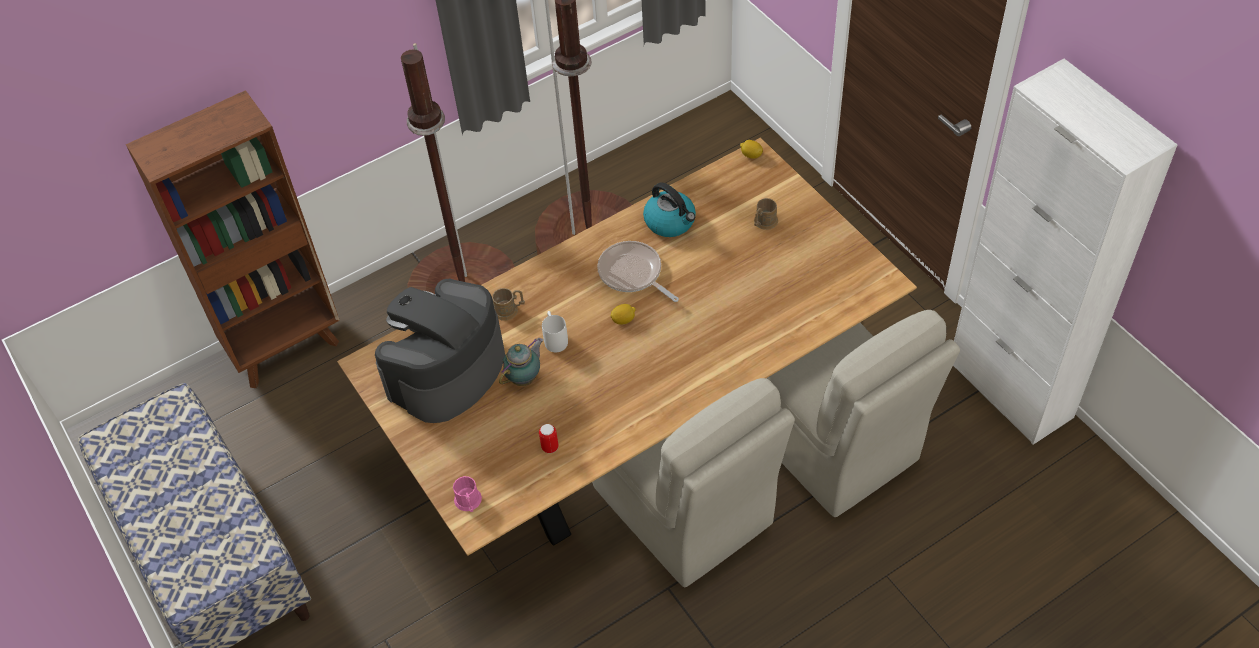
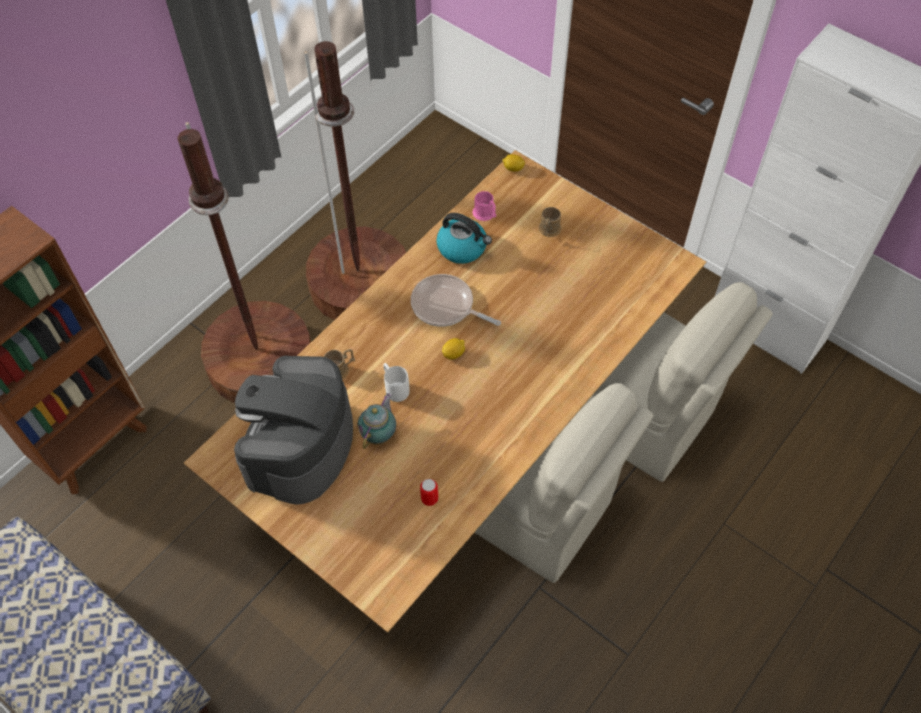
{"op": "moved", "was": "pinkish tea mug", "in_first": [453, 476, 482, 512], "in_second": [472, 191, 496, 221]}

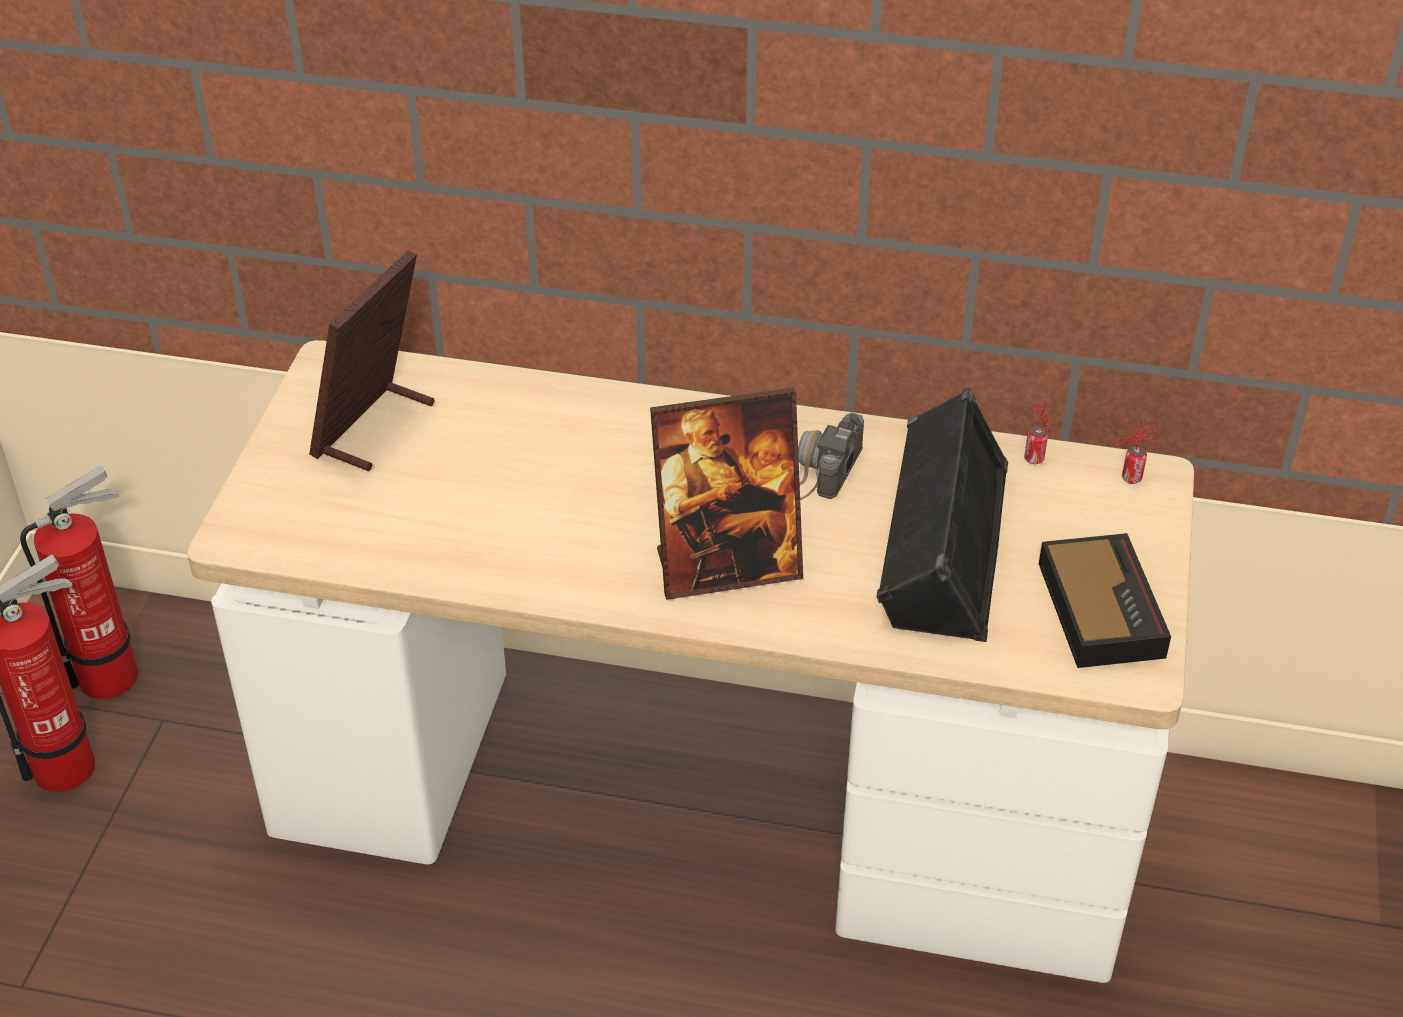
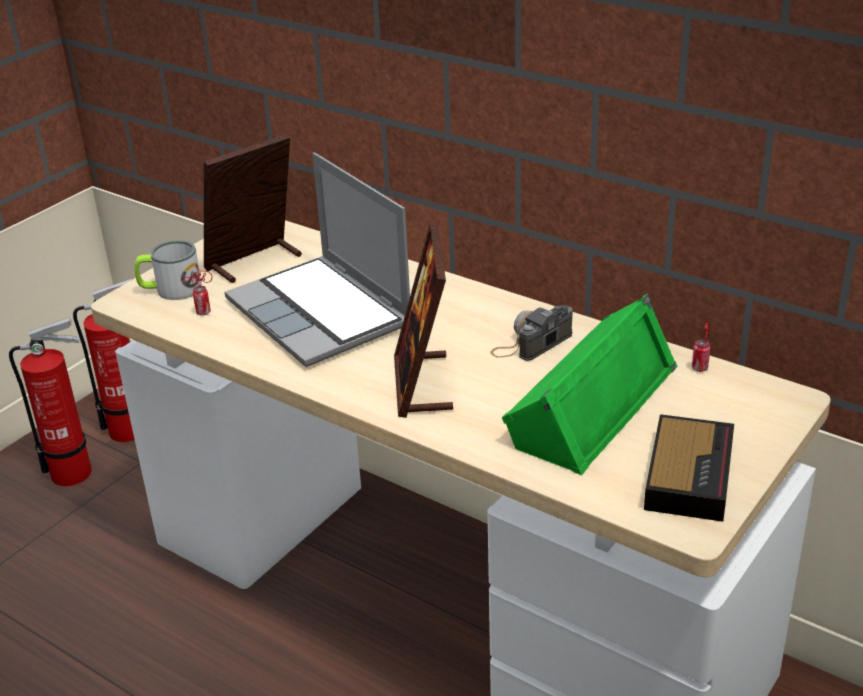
{"op": "added", "now": "tea mug", "in_second": [135, 240, 202, 300]}
{"op": "moved", "was": "sealed can", "in_first": [1114, 419, 1158, 484], "in_second": [181, 264, 212, 316]}
{"op": "added", "now": "portable computer", "in_second": [224, 152, 410, 367]}
{"op": "turned", "was": "photo frame", "in_first": [650, 388, 803, 600], "in_second": [394, 224, 453, 418], "clockwise": 75}
{"op": "recoloured", "was": "blackish audio speaker", "now": "greenish audio speaker", "in_first": [876, 387, 1008, 642], "in_second": [502, 294, 678, 475]}

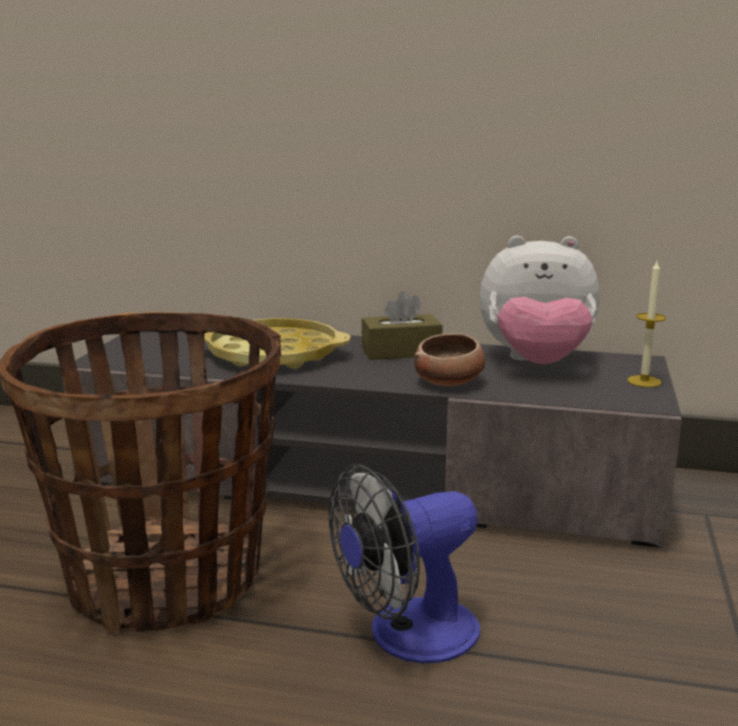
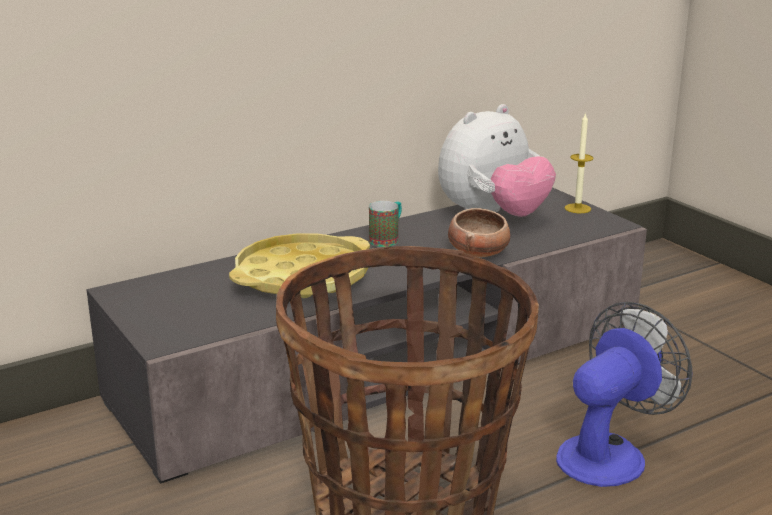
{"op": "replaced", "was": "brown tissue box", "now": "tea mug", "in_first": [362, 291, 443, 360], "in_second": [369, 201, 402, 247]}
{"op": "turned", "was": "electric fan", "in_first": [329, 465, 480, 663], "in_second": [556, 302, 692, 487], "clockwise": -150}

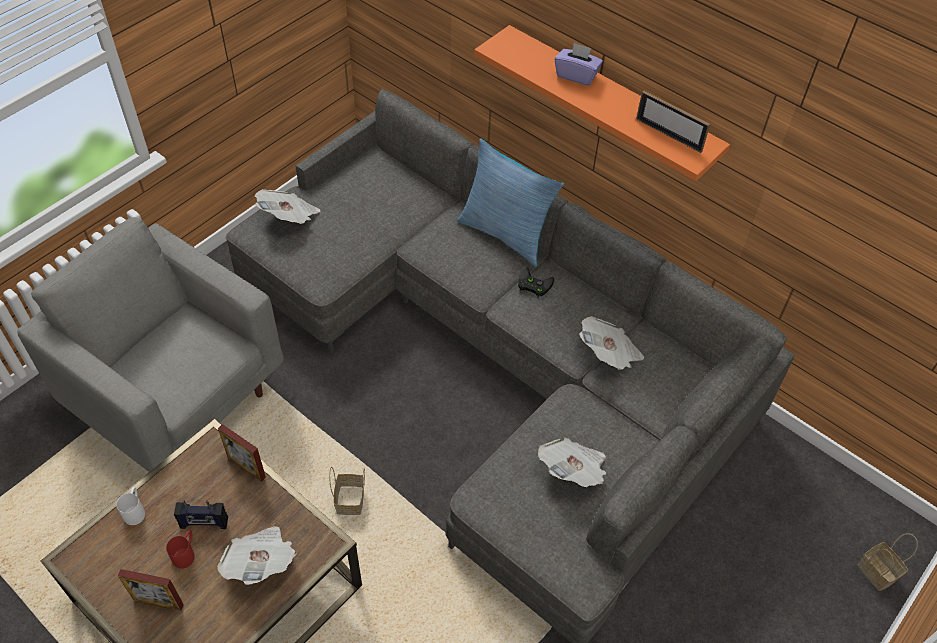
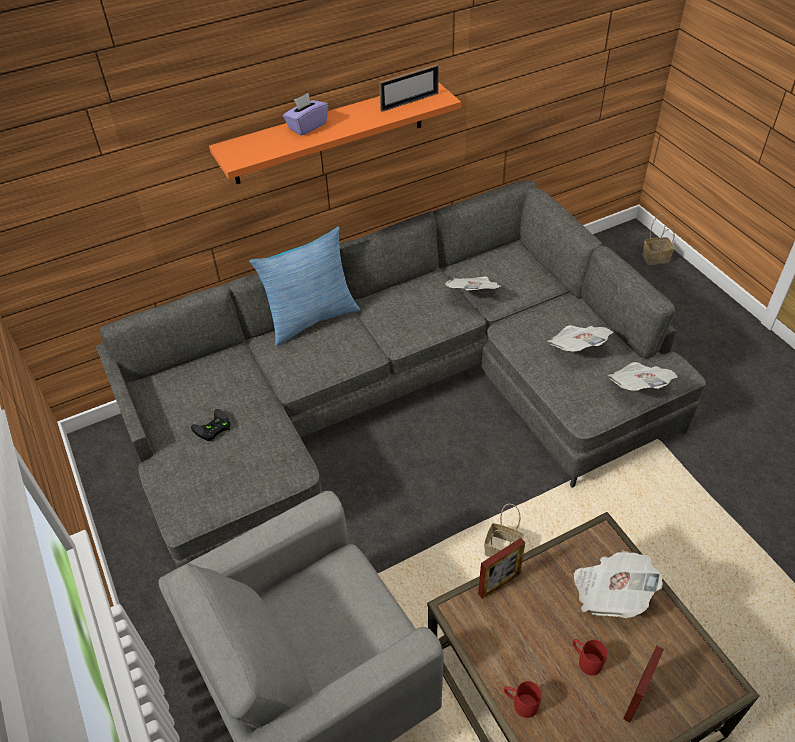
{"op": "moved", "was": "blackish gamepad", "in_first": [518, 268, 554, 298], "in_second": [191, 409, 230, 442]}
{"op": "recoloured", "was": "white tea mug", "now": "red tea mug", "in_first": [116, 487, 145, 525], "in_second": [504, 681, 542, 718]}
{"op": "moved", "was": "daily paper", "in_first": [255, 189, 320, 224], "in_second": [607, 362, 678, 391]}
{"op": "removed", "was": "radio receiver", "in_first": [174, 500, 228, 529]}

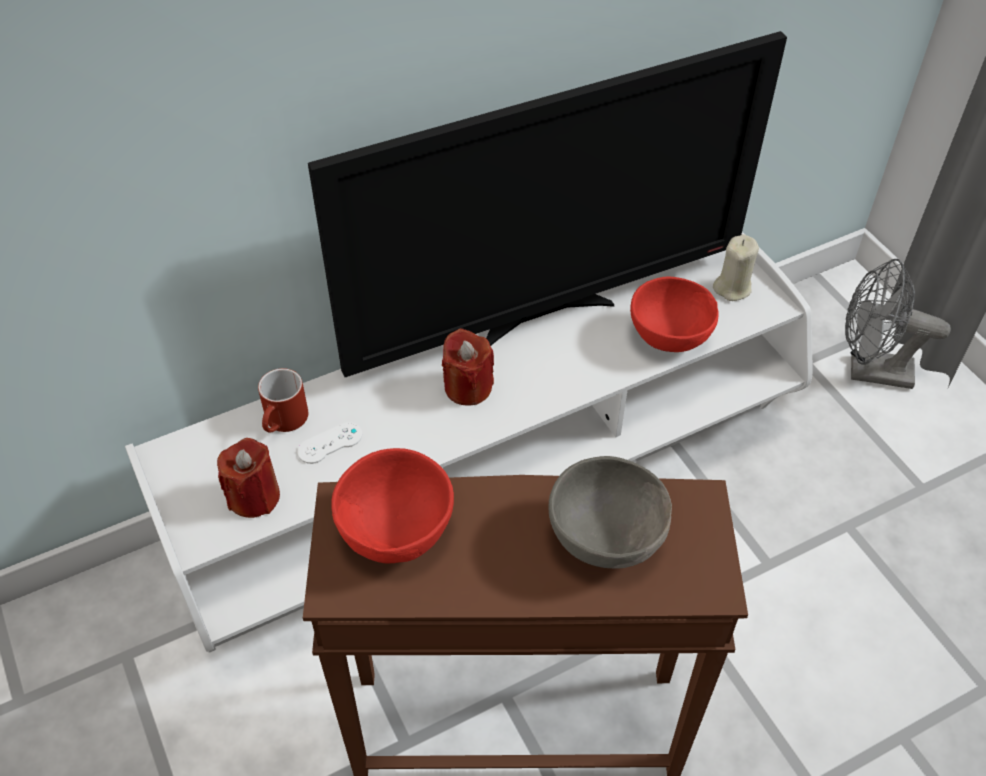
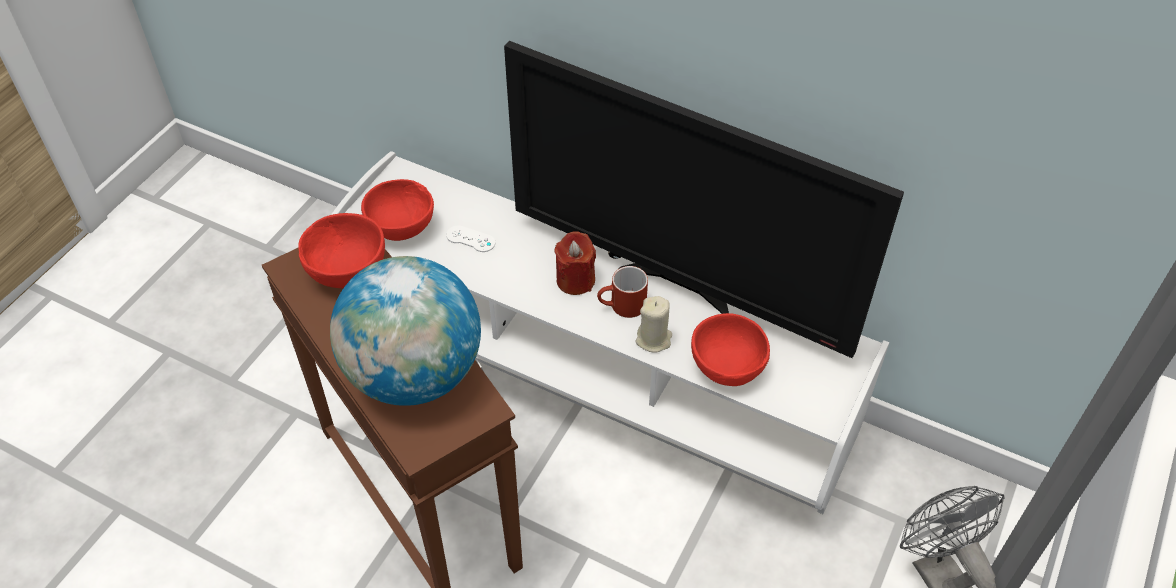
{"op": "replaced", "was": "gray serving bowl", "now": "globe", "in_first": [549, 456, 672, 568], "in_second": [330, 256, 481, 406]}
{"op": "replaced", "was": "red wax candle", "now": "red serving bowl", "in_first": [217, 438, 280, 518], "in_second": [361, 179, 434, 241]}
{"op": "moved", "was": "red tea mug", "in_first": [258, 368, 308, 433], "in_second": [597, 266, 648, 318]}
{"op": "moved", "was": "sand-coloured wax candle", "in_first": [713, 234, 759, 301], "in_second": [635, 296, 672, 353]}

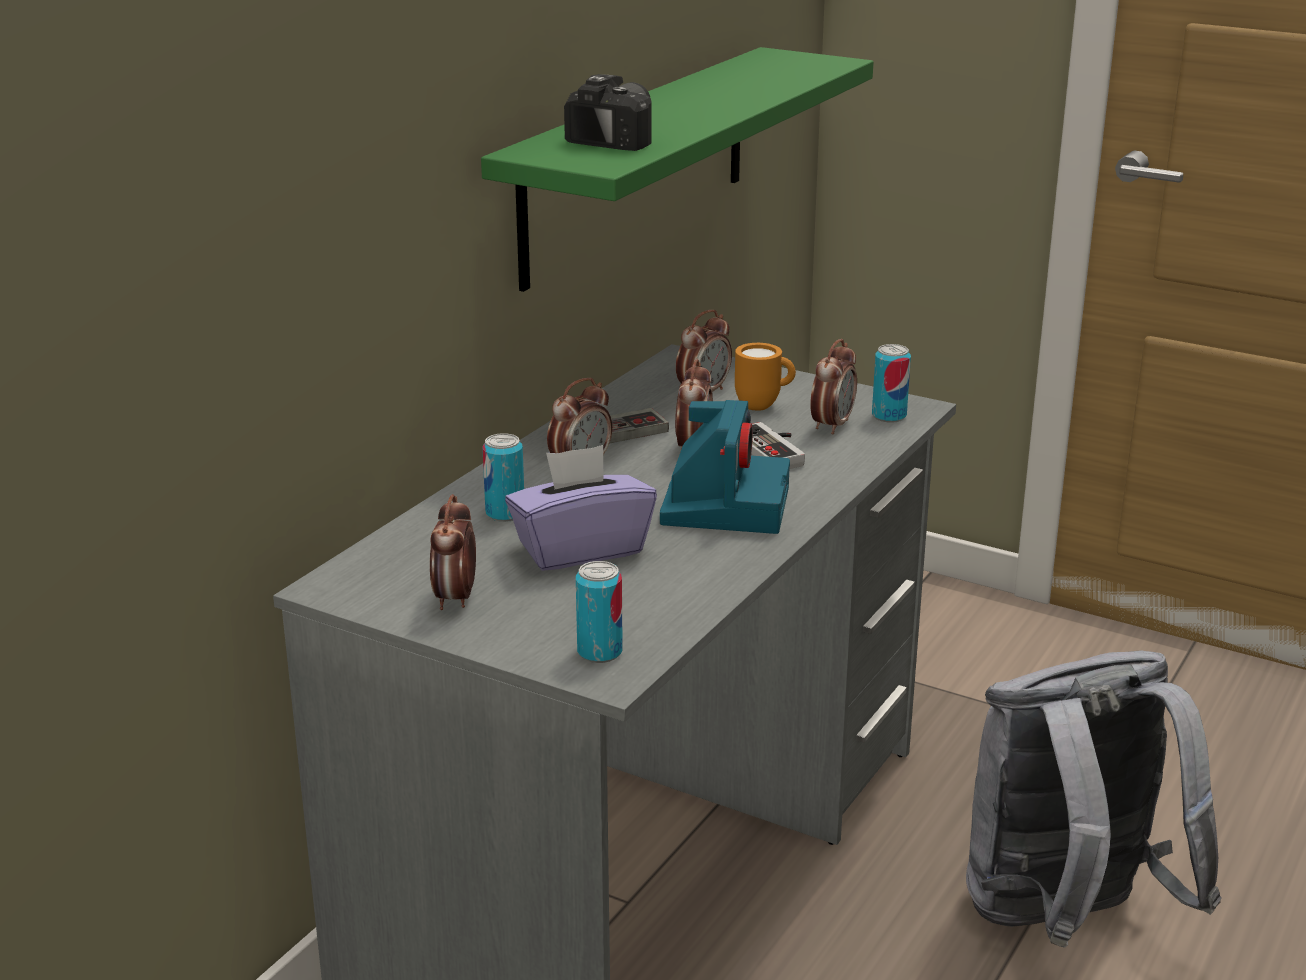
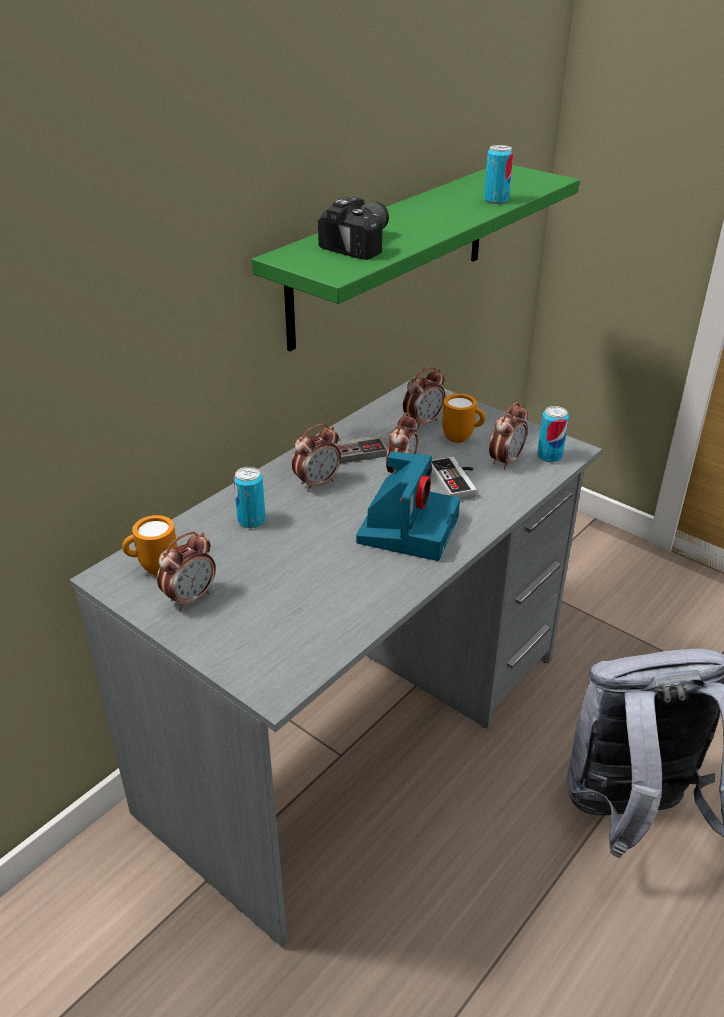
{"op": "added", "now": "orangey tea mug", "in_second": [122, 515, 177, 575]}
{"op": "turned", "was": "bedside clock", "in_first": [430, 494, 476, 610], "in_second": [157, 531, 216, 611], "clockwise": -150}
{"op": "moved", "was": "sealed can", "in_first": [576, 561, 623, 663], "in_second": [484, 145, 513, 204]}
{"op": "removed", "was": "purple-coloured tissue box", "in_first": [505, 445, 657, 571]}

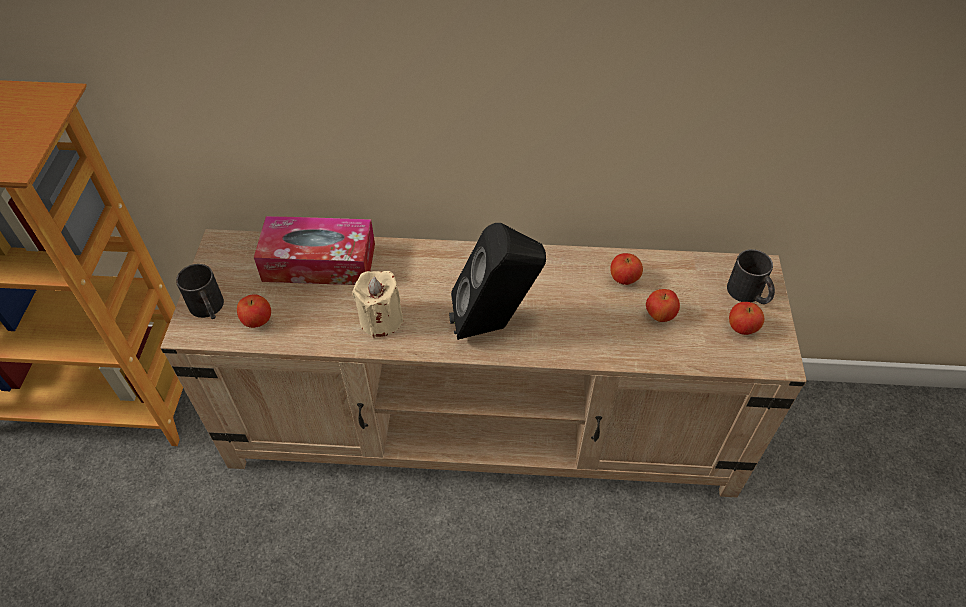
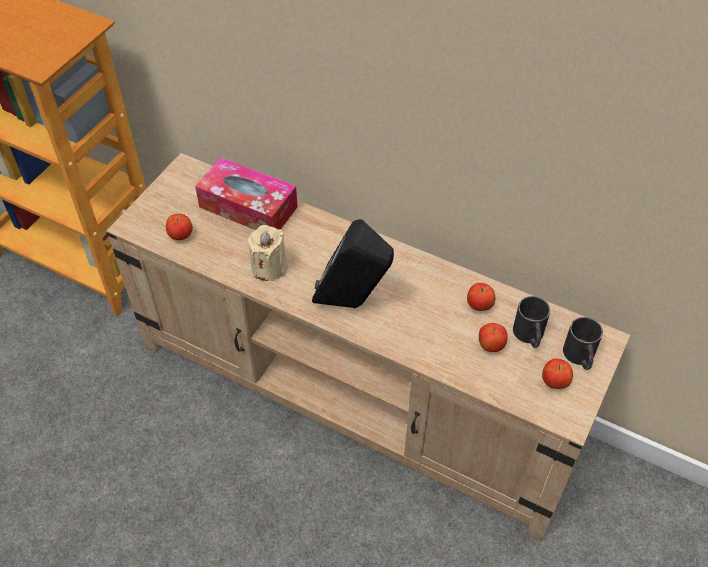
{"op": "moved", "was": "blackish tea mug", "in_first": [176, 264, 224, 319], "in_second": [513, 296, 550, 348]}

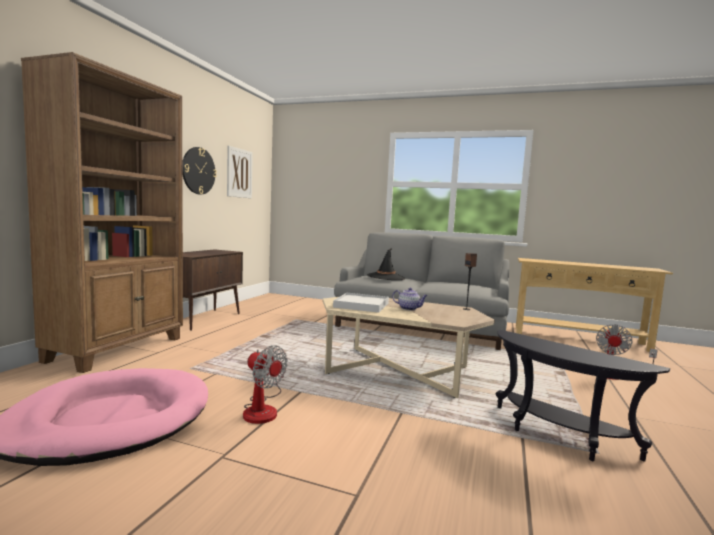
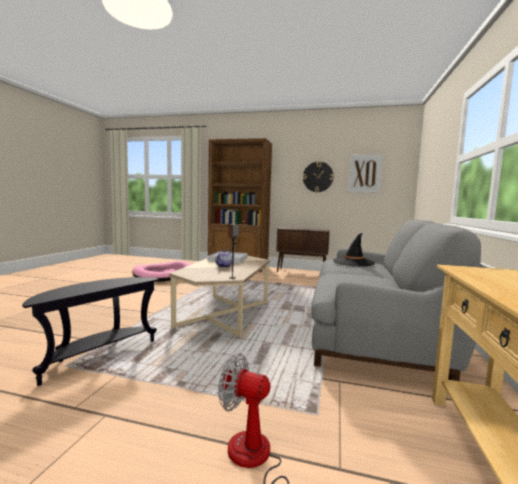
{"op": "removed", "was": "electric fan", "in_first": [243, 345, 288, 424]}

